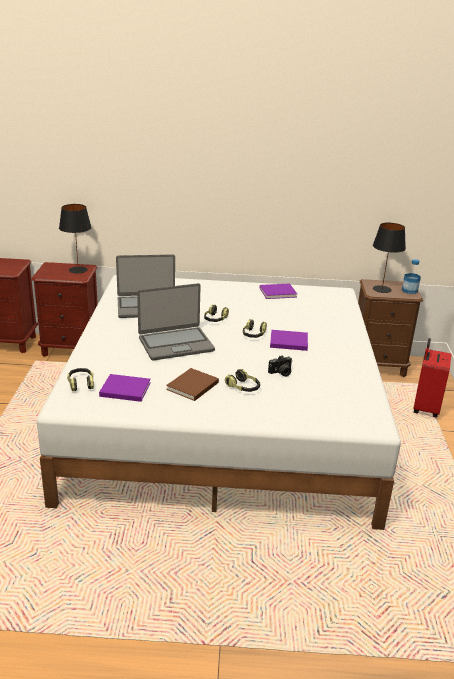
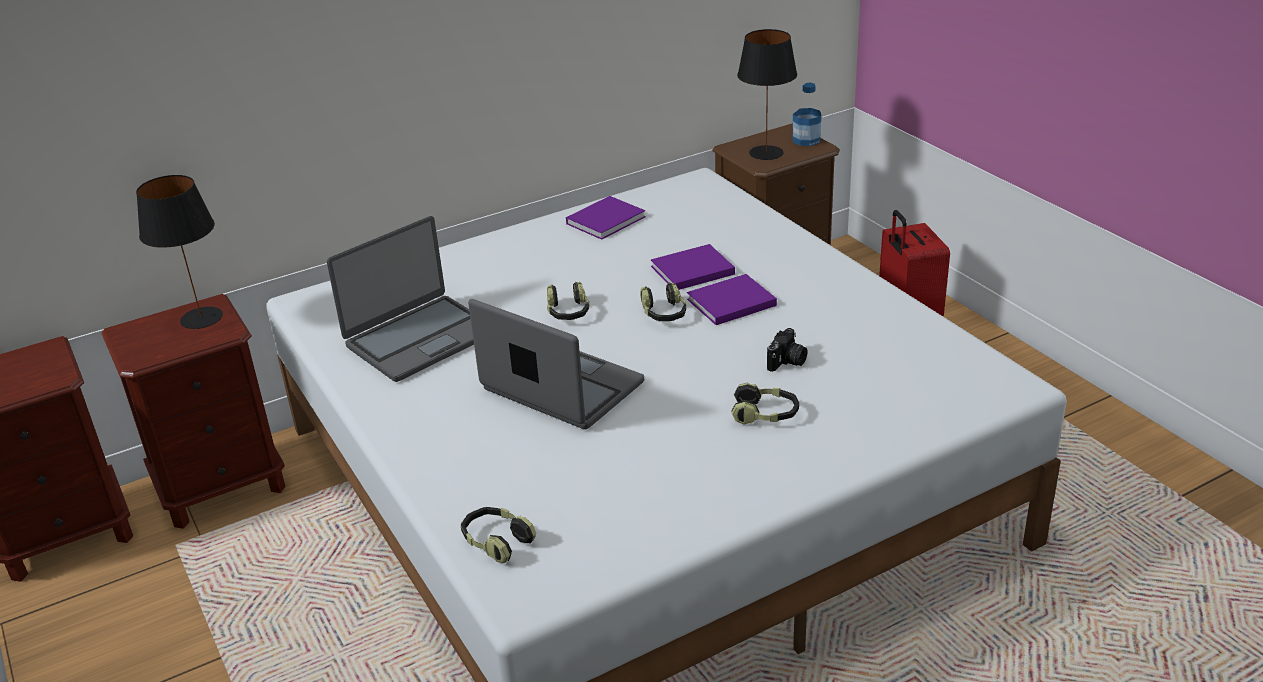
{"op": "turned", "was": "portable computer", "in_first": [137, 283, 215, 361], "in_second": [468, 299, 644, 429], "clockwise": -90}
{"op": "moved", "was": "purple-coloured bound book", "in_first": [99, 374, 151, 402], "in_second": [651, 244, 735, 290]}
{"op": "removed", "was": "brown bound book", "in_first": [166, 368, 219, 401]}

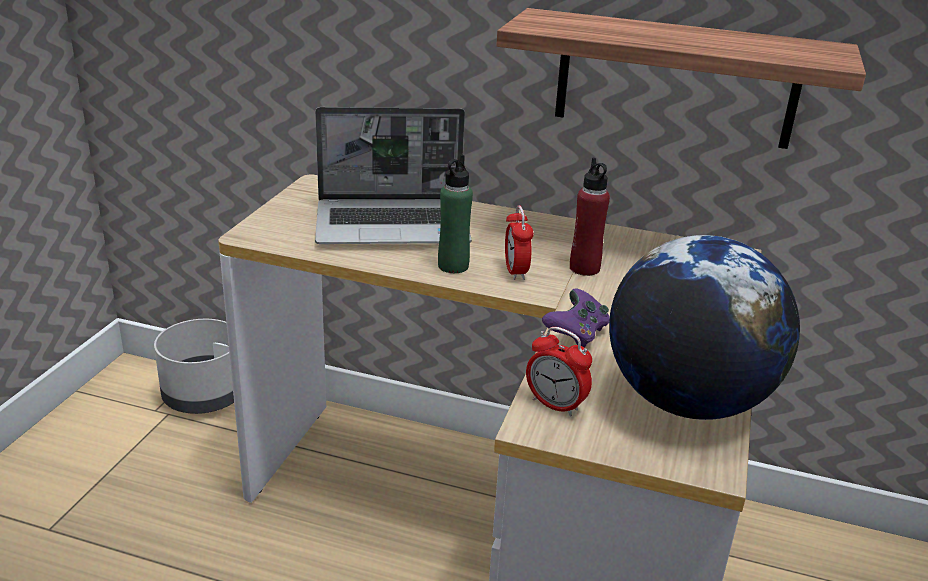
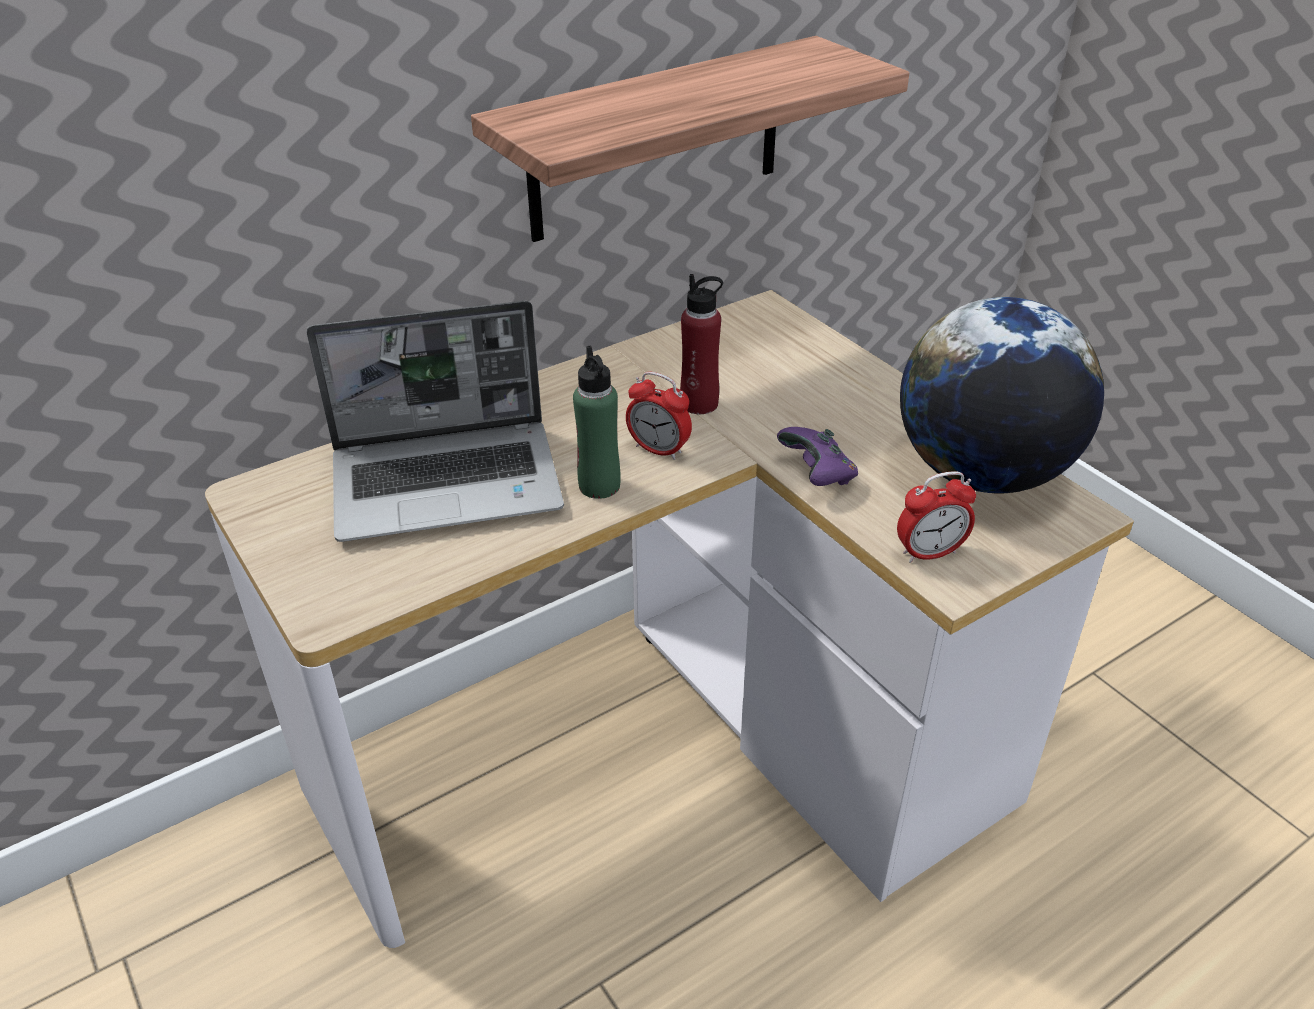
{"op": "turned", "was": "portable computer", "in_first": [315, 107, 472, 244], "in_second": [307, 301, 564, 542], "clockwise": 45}
{"op": "removed", "was": "gray planter", "in_first": [154, 319, 234, 414]}

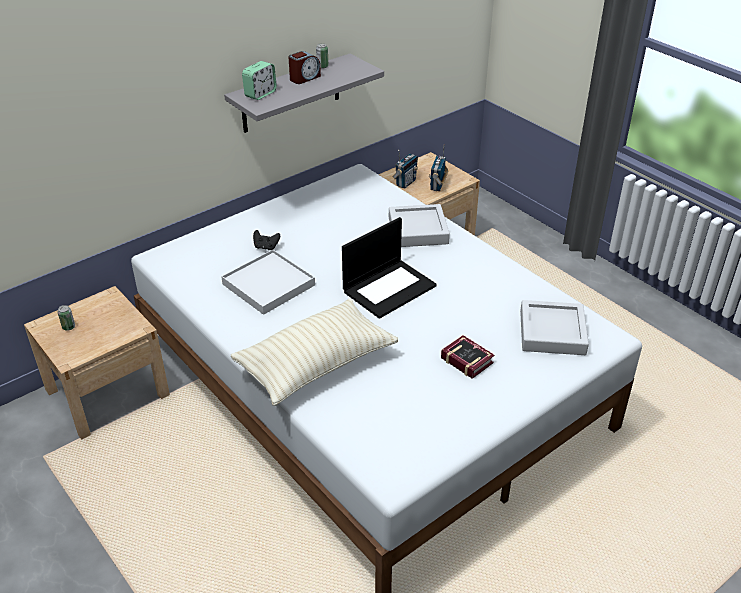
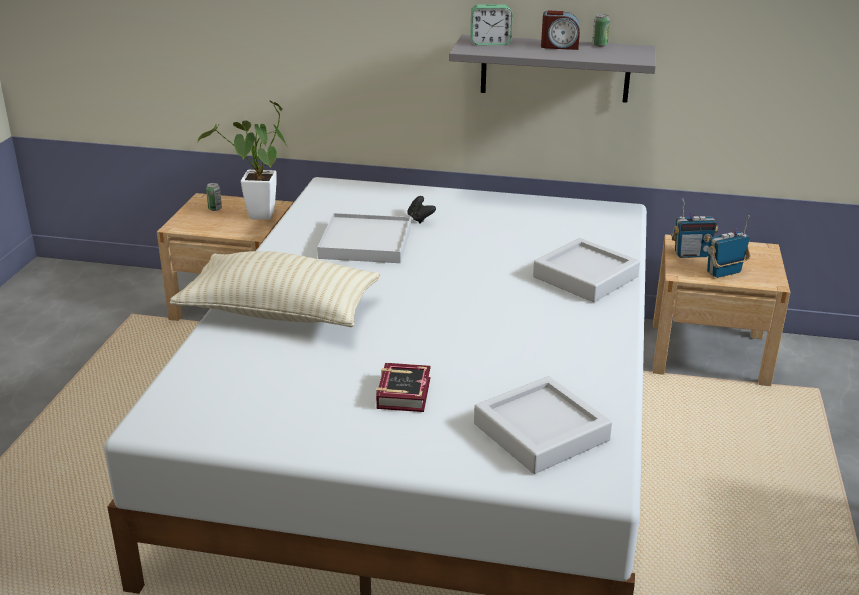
{"op": "added", "now": "potted plant", "in_second": [198, 101, 286, 220]}
{"op": "removed", "was": "portable computer", "in_first": [342, 217, 437, 319]}

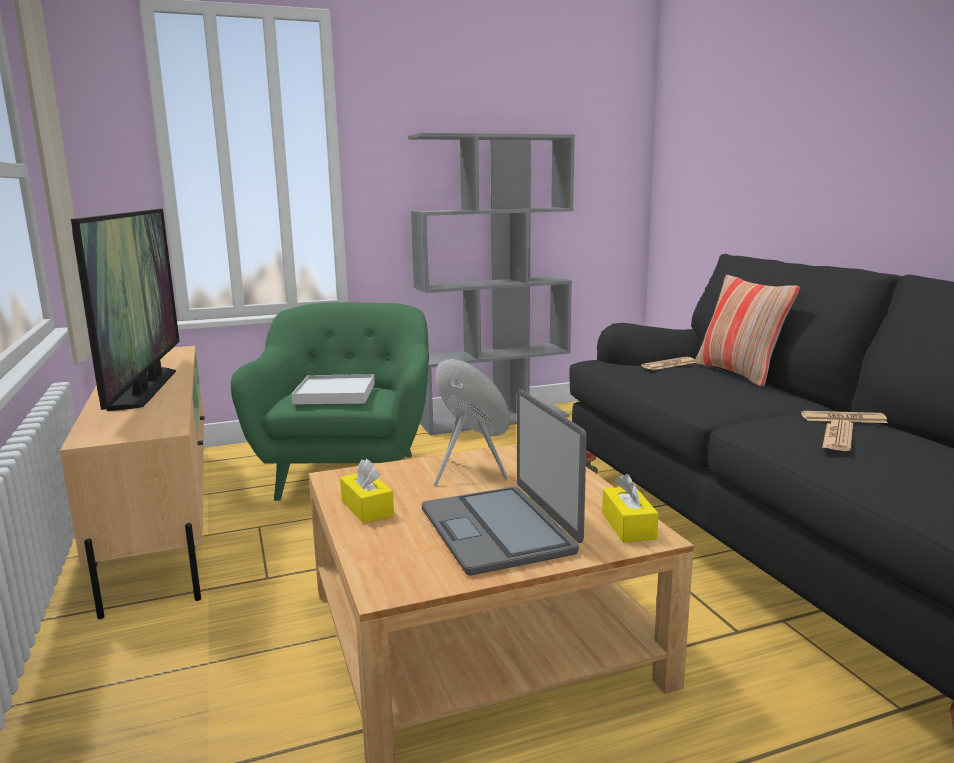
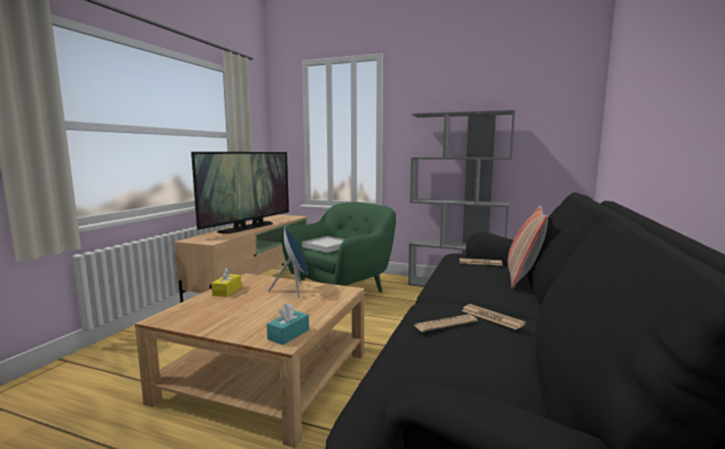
{"op": "recoloured", "was": "yellowish tissue box", "now": "turquoise-coloured tissue box", "in_first": [602, 474, 659, 543], "in_second": [267, 303, 309, 345]}
{"op": "removed", "was": "portable computer", "in_first": [422, 389, 587, 575]}

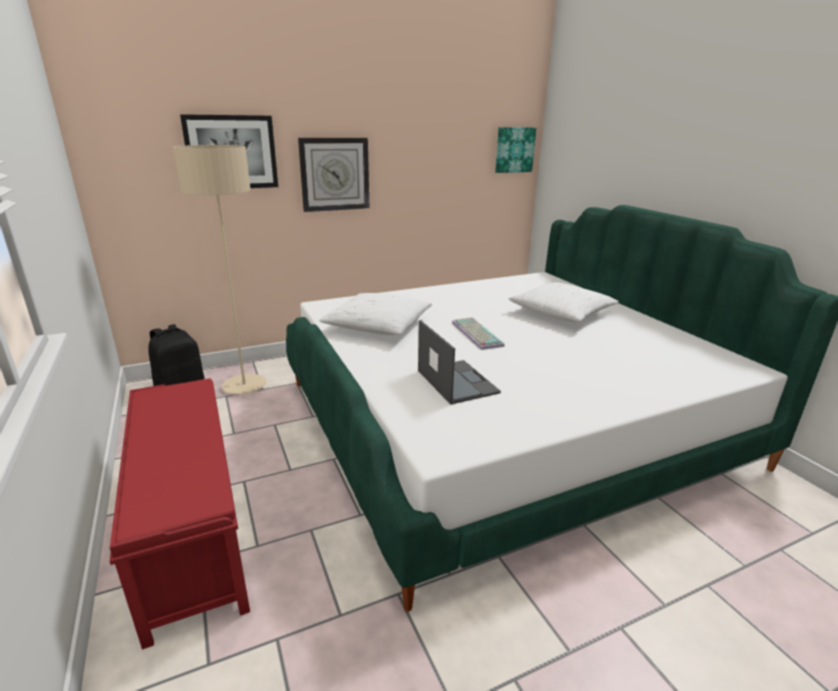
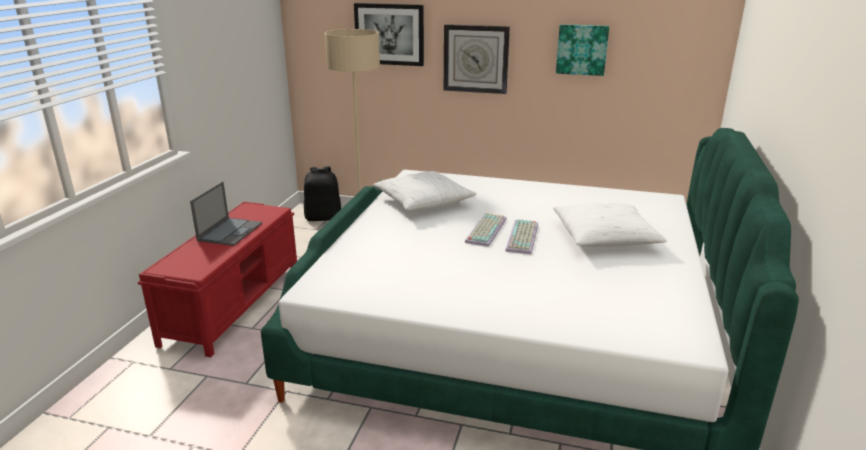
{"op": "moved", "was": "portable computer", "in_first": [418, 320, 501, 405], "in_second": [190, 182, 262, 246]}
{"op": "added", "now": "computer keyboard", "in_second": [505, 219, 538, 254]}
{"op": "moved", "was": "picture", "in_first": [495, 127, 536, 173], "in_second": [556, 24, 609, 76]}

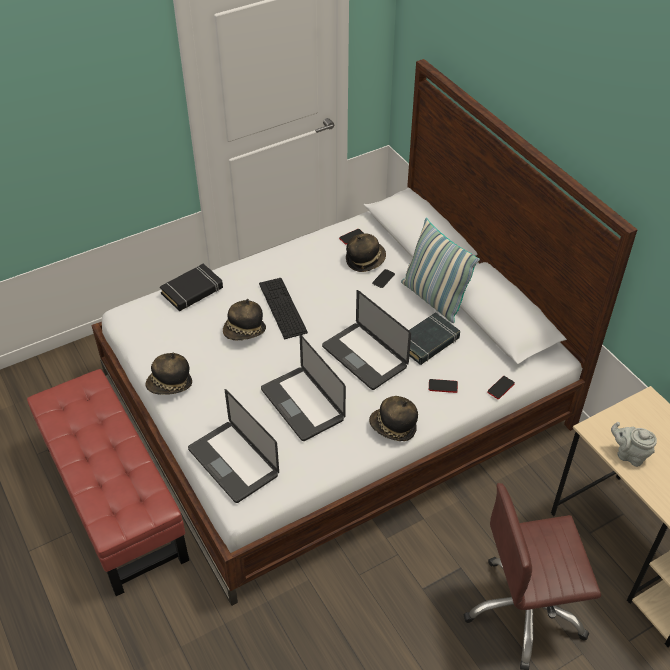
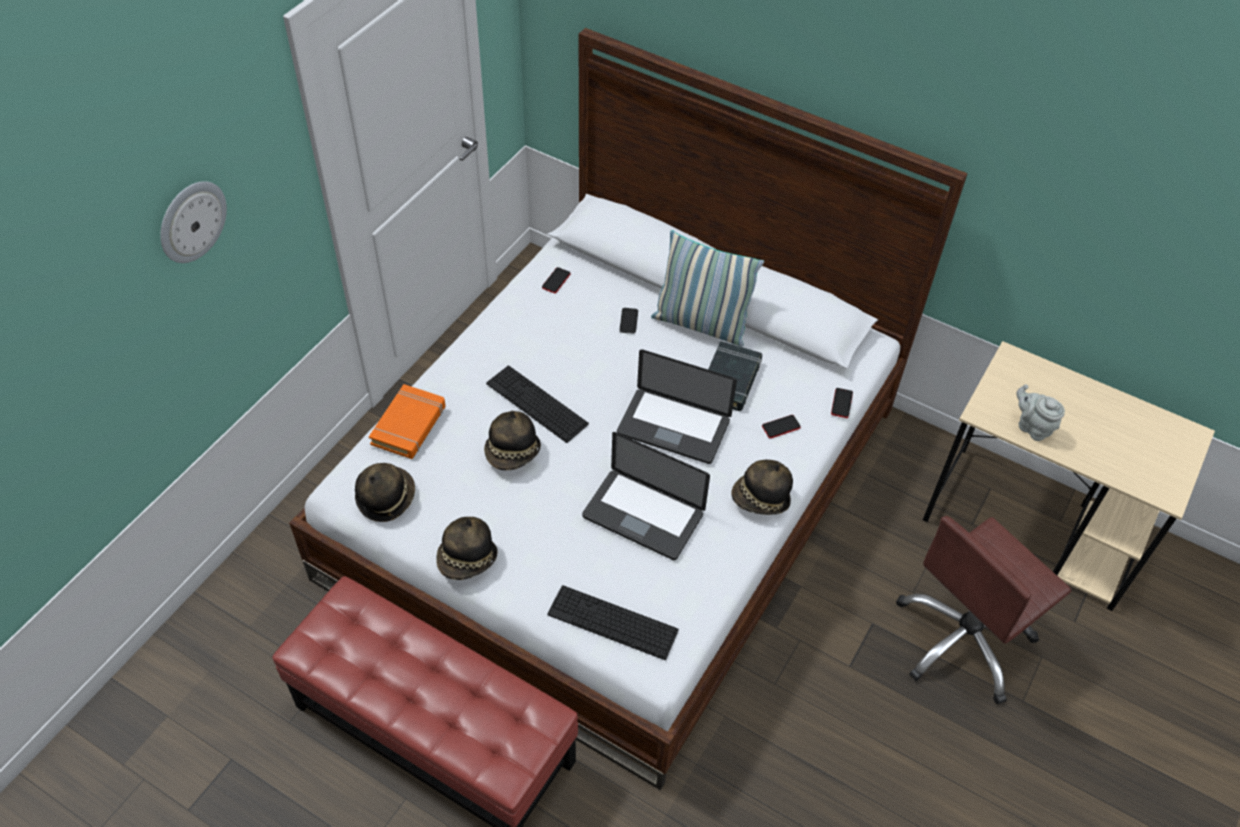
{"op": "added", "now": "clock on the wall", "in_second": [160, 181, 227, 263]}
{"op": "moved", "was": "wearable hat", "in_first": [346, 233, 386, 272], "in_second": [355, 463, 415, 522]}
{"op": "recoloured", "was": "blackish bound book", "now": "orangey bound book", "in_first": [160, 264, 223, 311], "in_second": [369, 384, 446, 459]}
{"op": "replaced", "was": "portable computer", "now": "computer keyboard", "in_first": [188, 389, 279, 503], "in_second": [547, 585, 679, 660]}
{"op": "turned", "was": "gray pot for tea", "in_first": [611, 422, 657, 467], "in_second": [1017, 384, 1065, 441], "clockwise": 45}

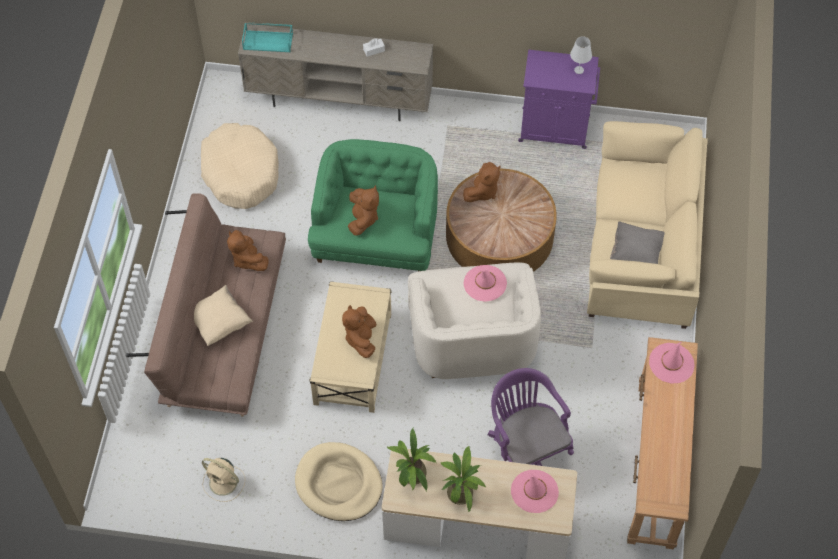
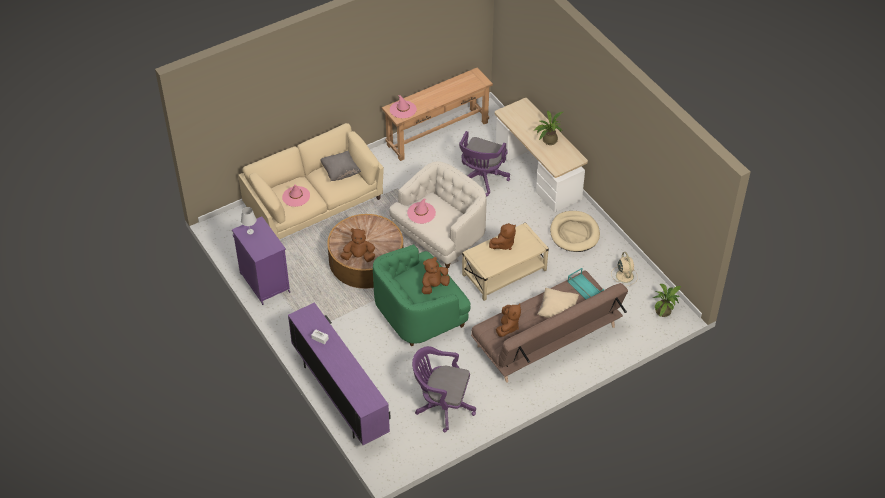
{"op": "moved", "was": "pinkish wearable hat", "in_first": [511, 470, 559, 513], "in_second": [282, 184, 310, 207]}
{"op": "recoloured", "was": "sand-coloured media console", "now": "purple-coloured media console", "in_first": [238, 24, 433, 121], "in_second": [288, 302, 391, 445]}
{"op": "replaced", "was": "sand-coloured dog bed", "now": "purple-coloured office chair", "in_first": [201, 123, 279, 209], "in_second": [412, 346, 476, 432]}
{"op": "moved", "was": "turquoise-coloured carrying tray", "in_first": [242, 22, 293, 52], "in_second": [568, 268, 604, 299]}
{"op": "moved", "was": "potted plant", "in_first": [387, 428, 436, 491], "in_second": [653, 284, 681, 317]}

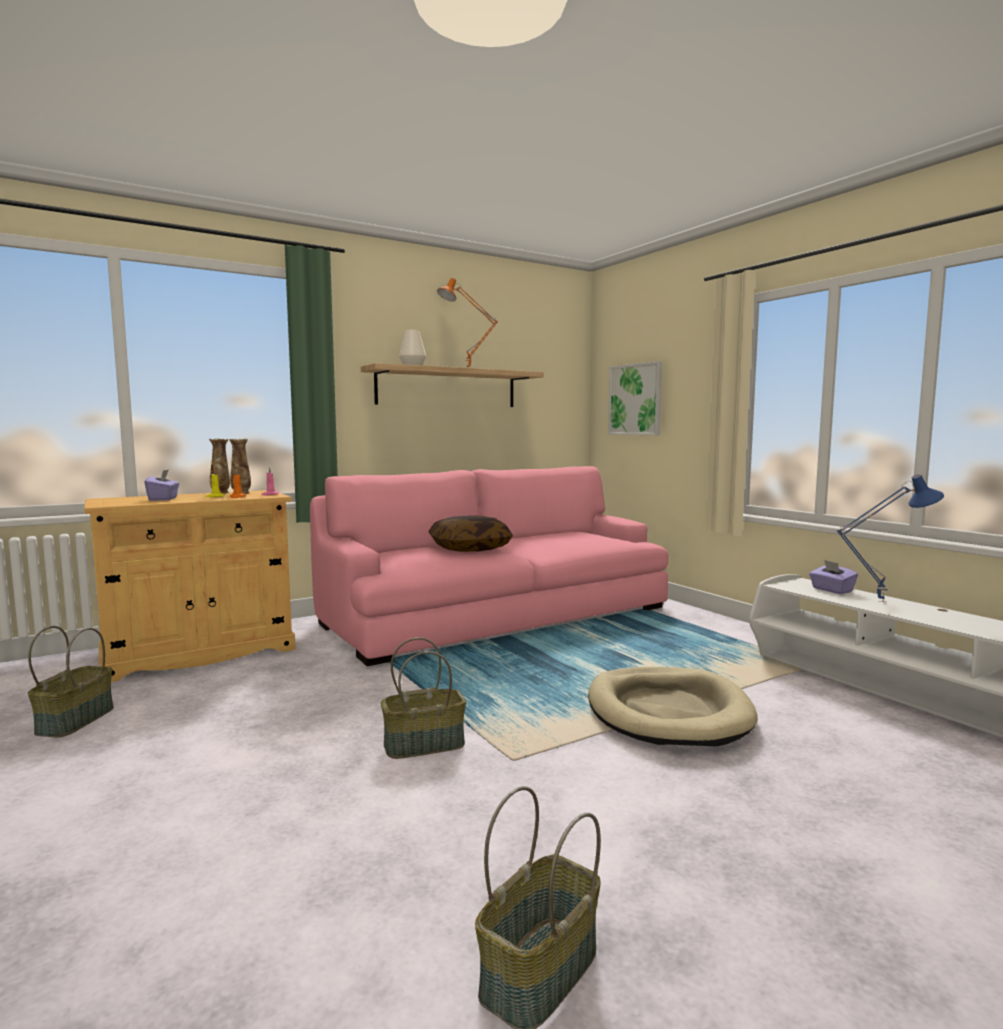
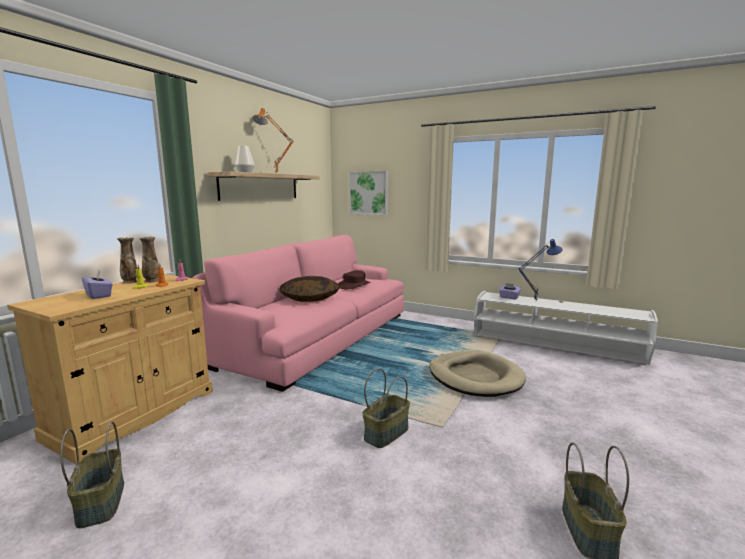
{"op": "added", "now": "brown wearable hat", "in_second": [338, 270, 371, 289]}

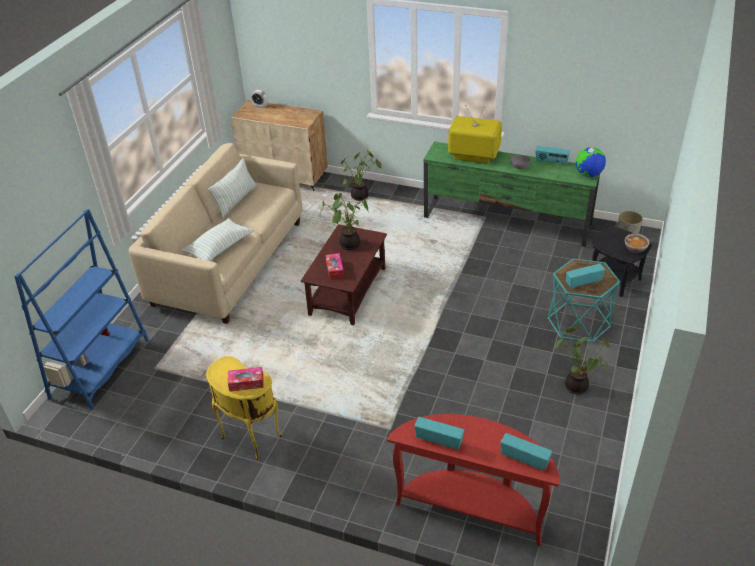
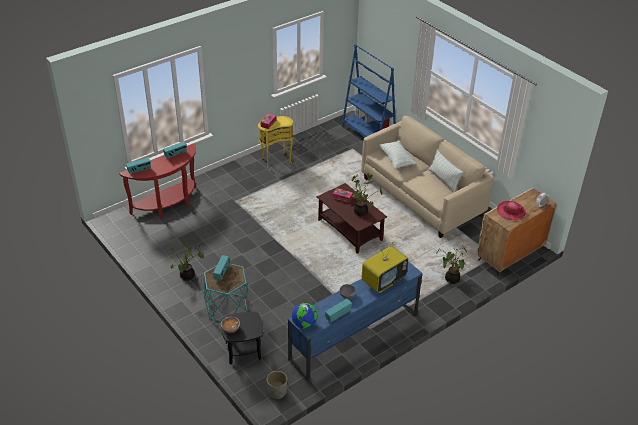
{"op": "recoloured", "was": "greenish media console", "now": "bluish media console", "in_first": [424, 142, 600, 247], "in_second": [288, 261, 423, 380]}
{"op": "added", "now": "wearable hat", "in_second": [497, 201, 525, 220]}

